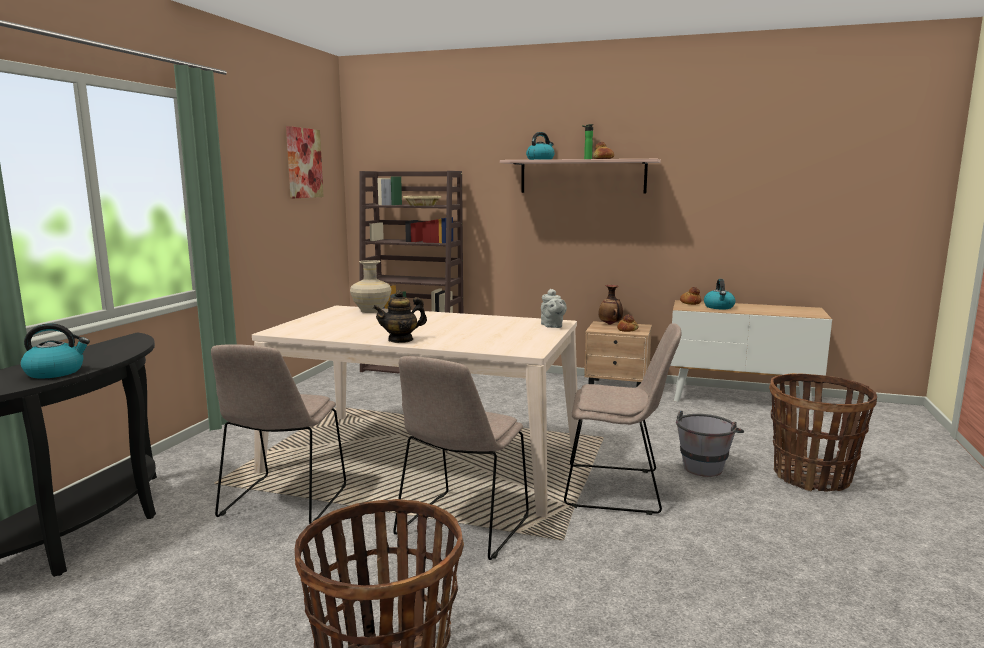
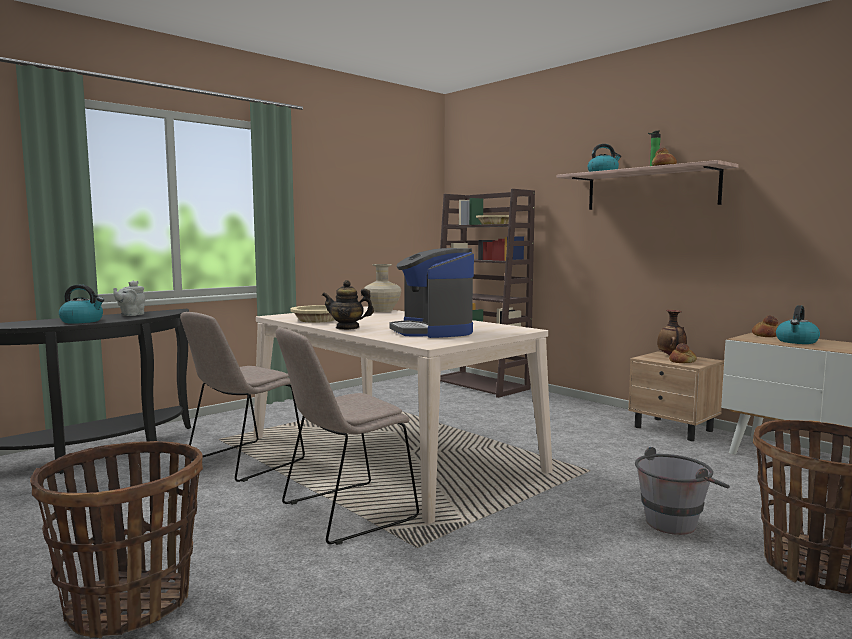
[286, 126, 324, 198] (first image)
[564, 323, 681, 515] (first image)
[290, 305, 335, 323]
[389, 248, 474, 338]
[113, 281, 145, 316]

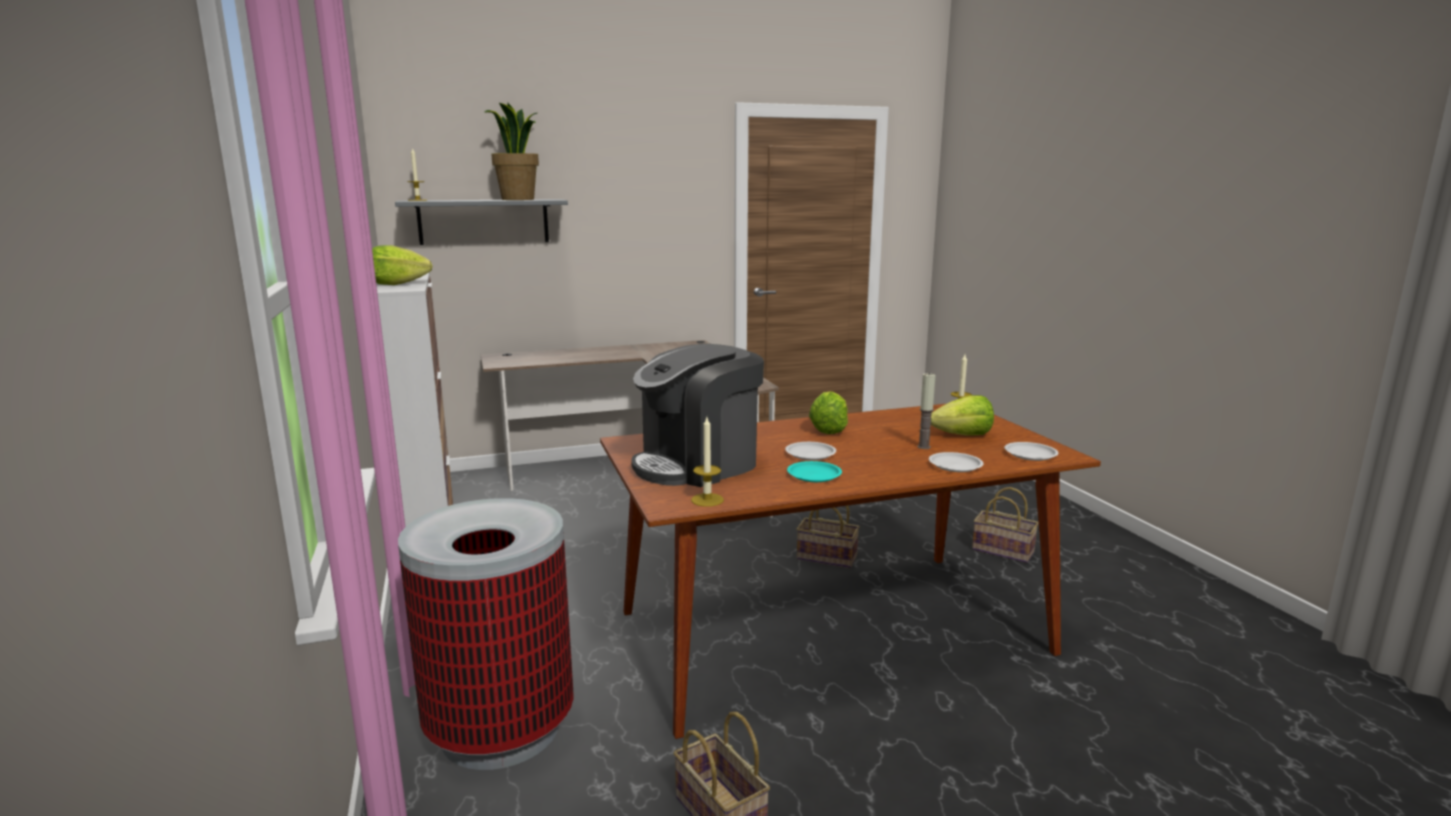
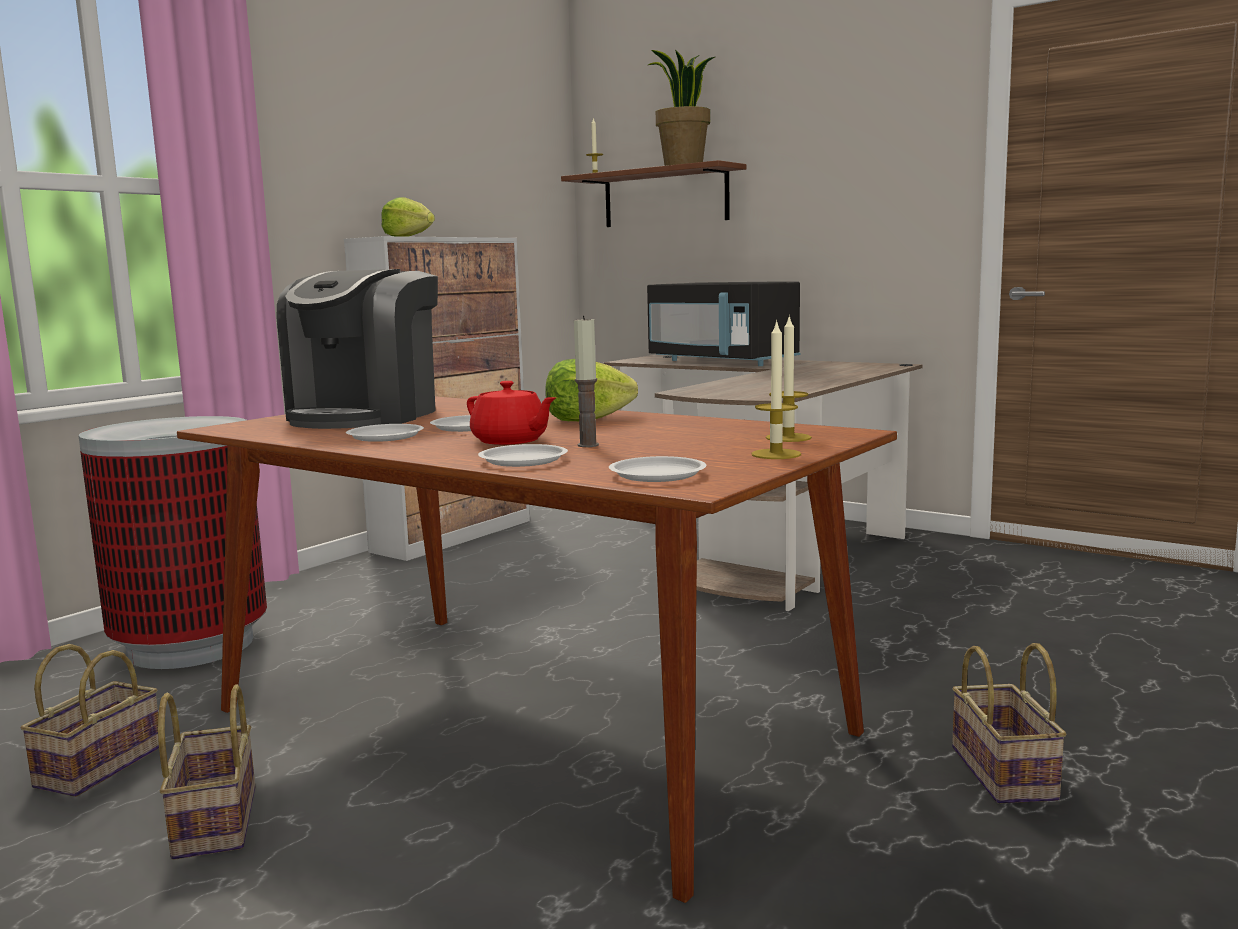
[931, 395, 994, 436] (first image)
[467, 381, 556, 445]
[647, 282, 800, 366]
[751, 320, 801, 459]
[158, 684, 255, 860]
[561, 160, 746, 227]
[346, 424, 424, 442]
[277, 269, 438, 429]

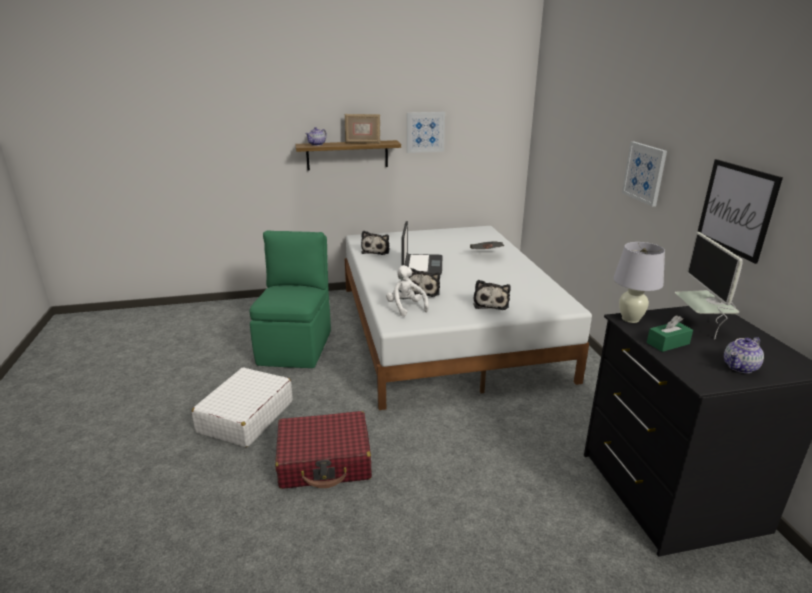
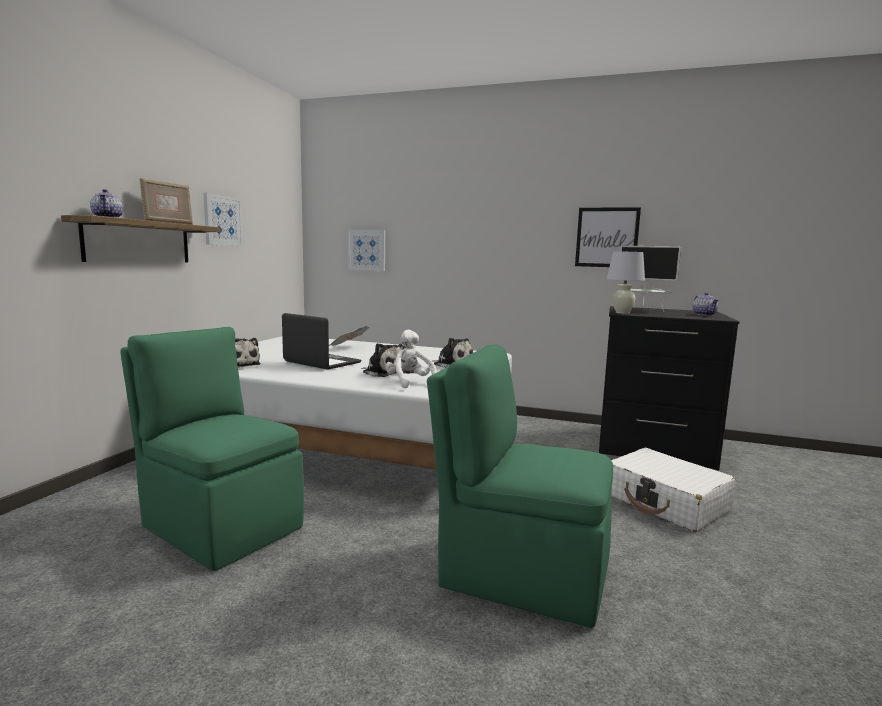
[647, 315, 693, 352] (first image)
[611, 448, 736, 532]
[348, 230, 385, 271]
[427, 345, 613, 628]
[385, 330, 437, 388]

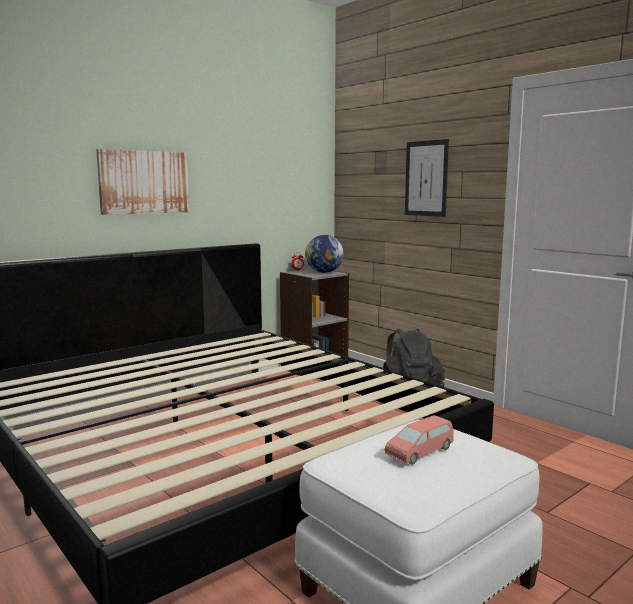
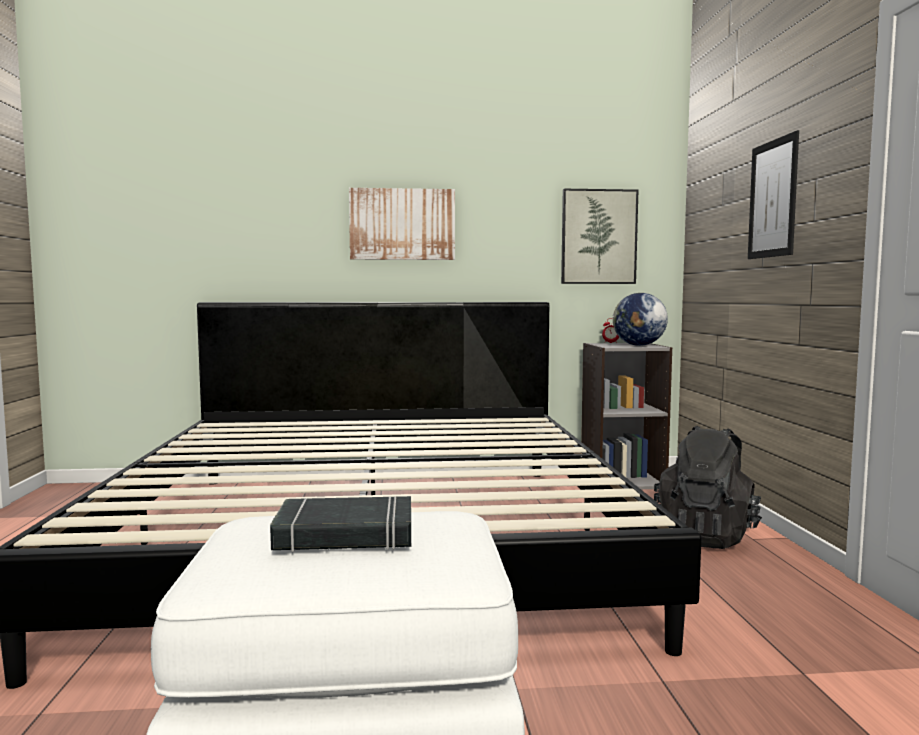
[561, 189, 638, 284]
[270, 496, 411, 552]

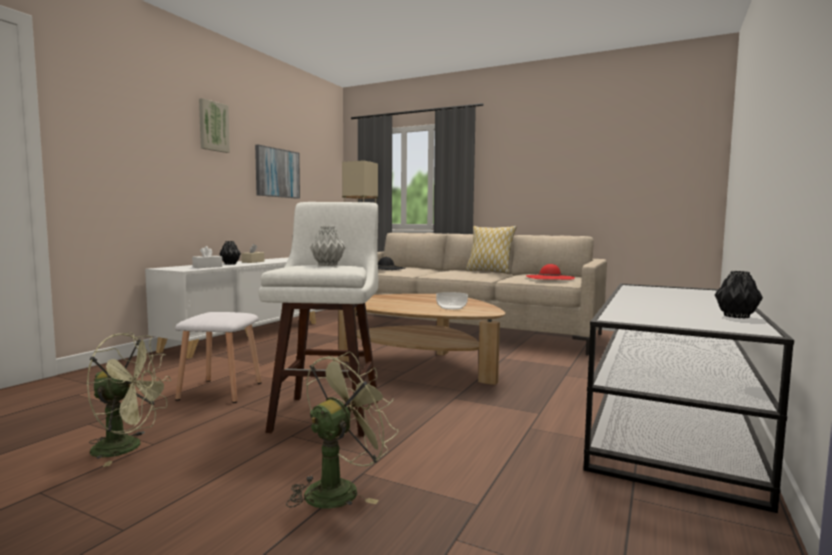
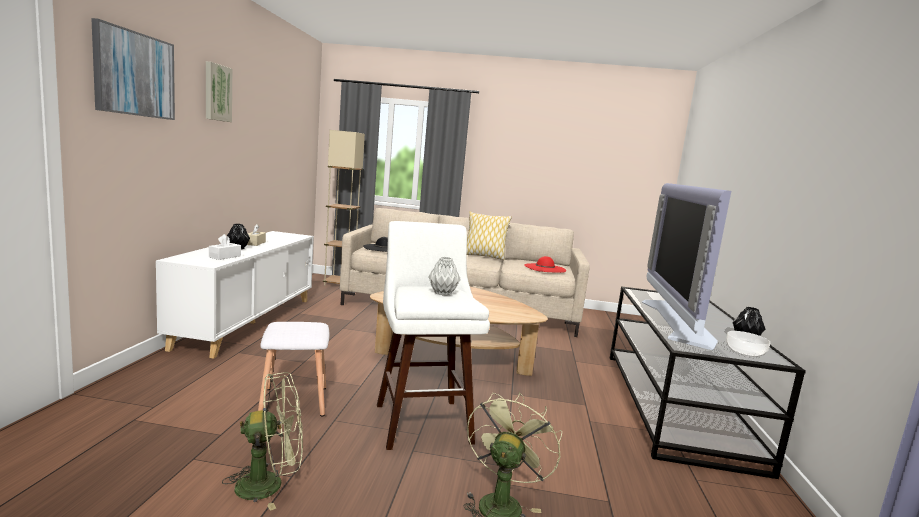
[642, 183, 731, 350]
[91, 18, 175, 120]
[726, 331, 770, 358]

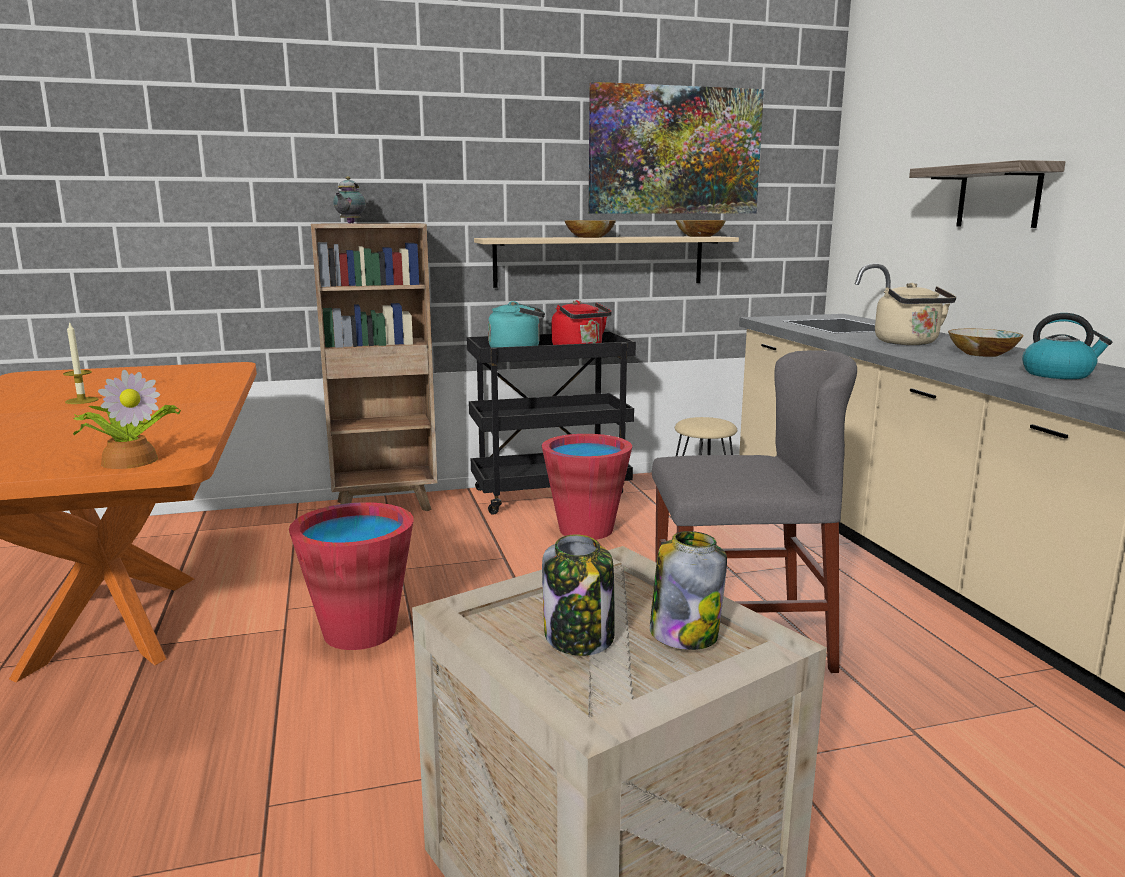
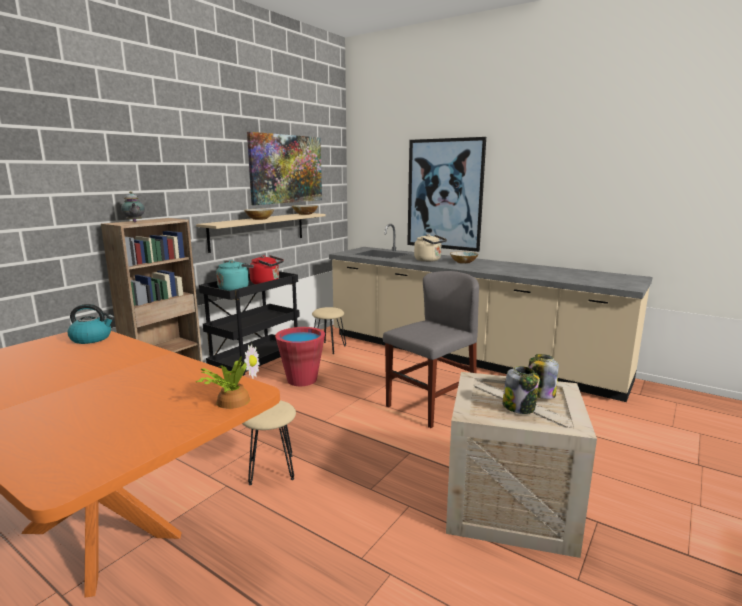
[63, 321, 99, 404] (first image)
[68, 304, 115, 344]
[242, 401, 296, 485]
[407, 137, 486, 252]

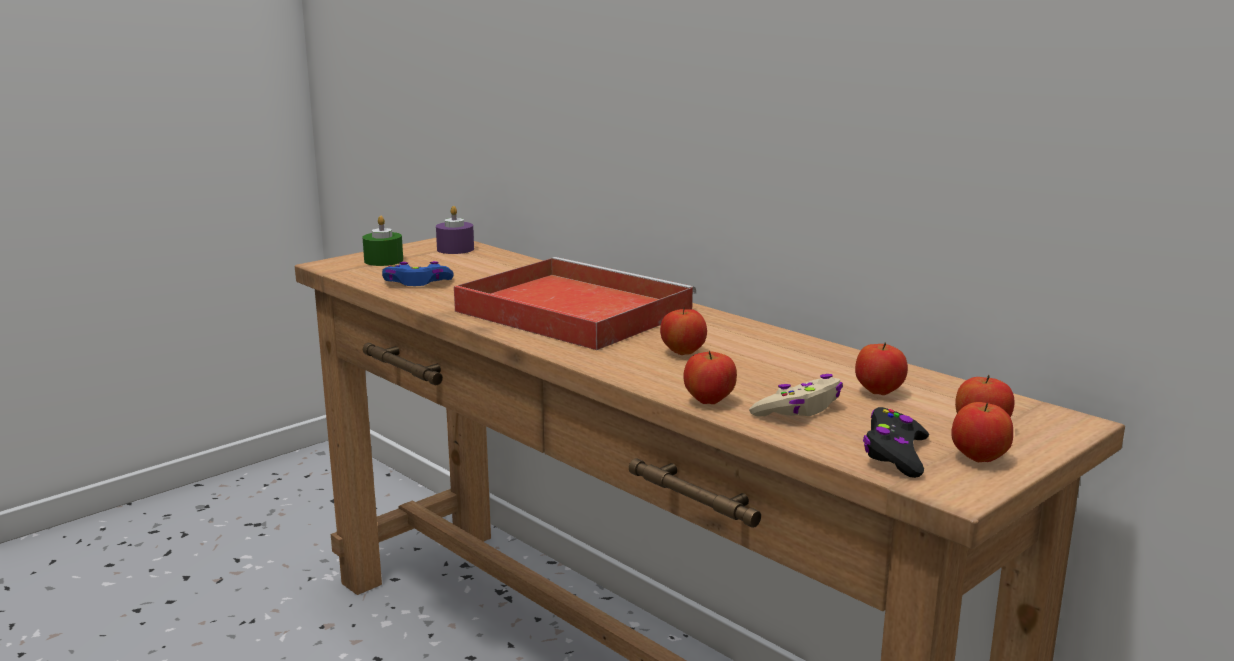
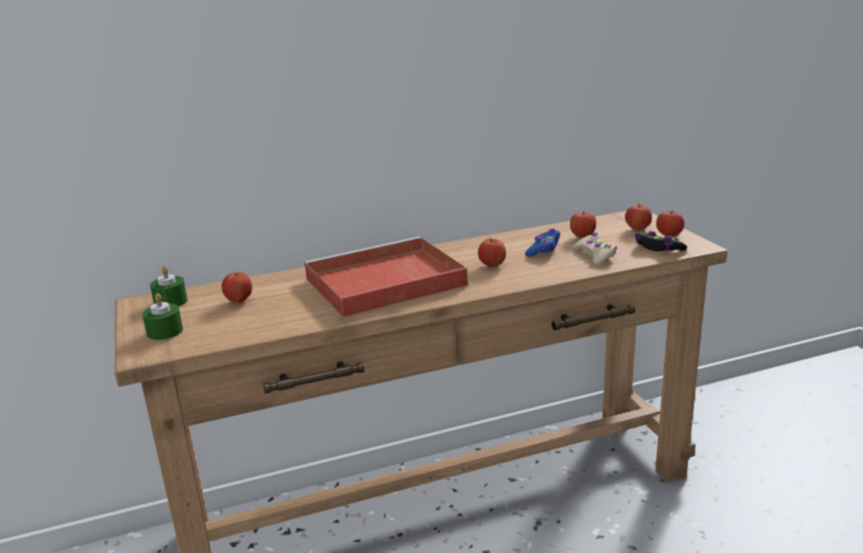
[525, 228, 560, 257]
[222, 272, 252, 303]
[150, 266, 188, 306]

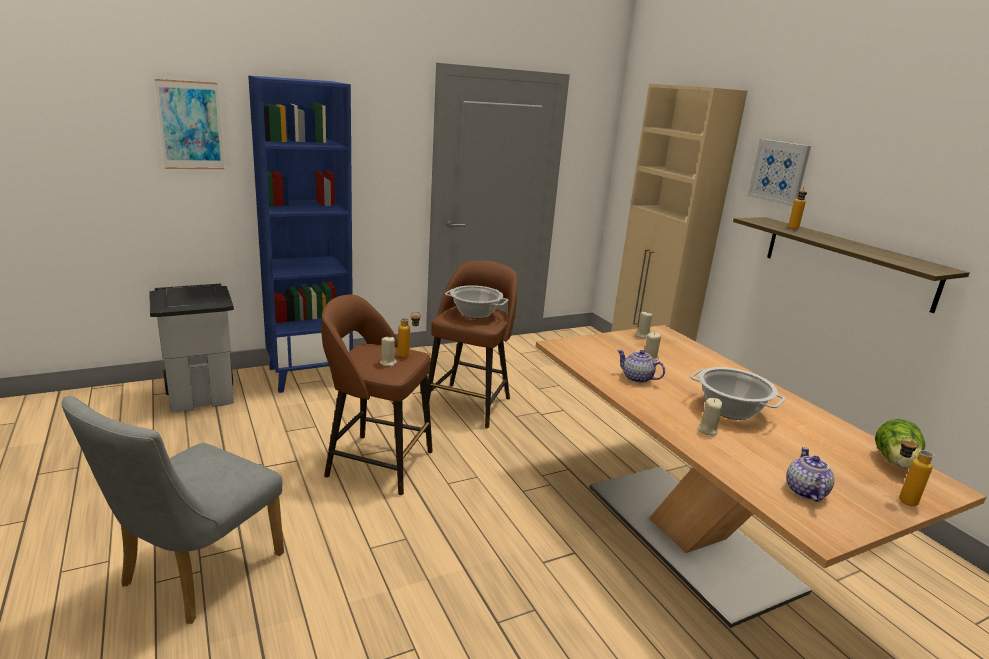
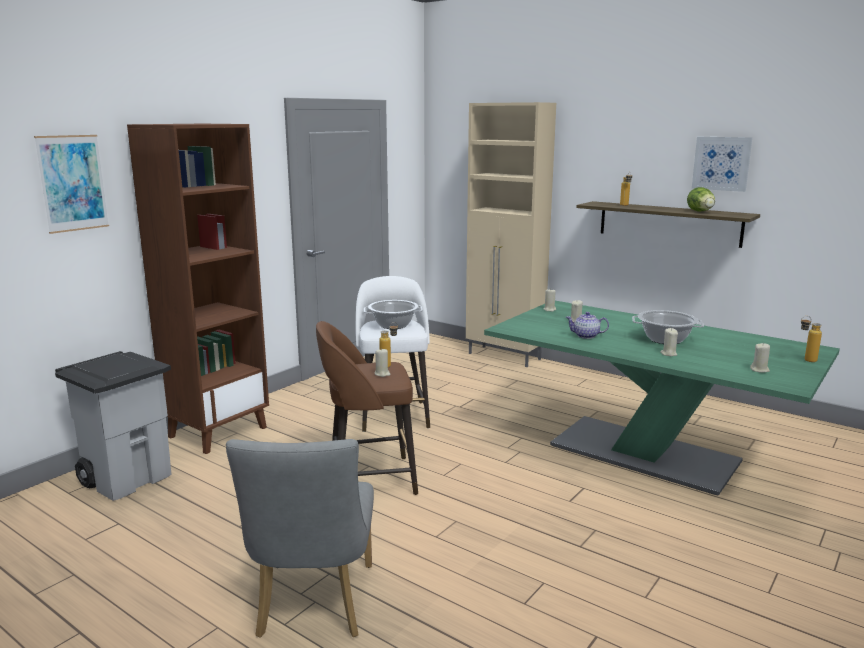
[692, 137, 752, 192]
[687, 187, 715, 211]
[750, 343, 770, 373]
[127, 124, 269, 454]
[356, 276, 430, 432]
[484, 301, 840, 495]

